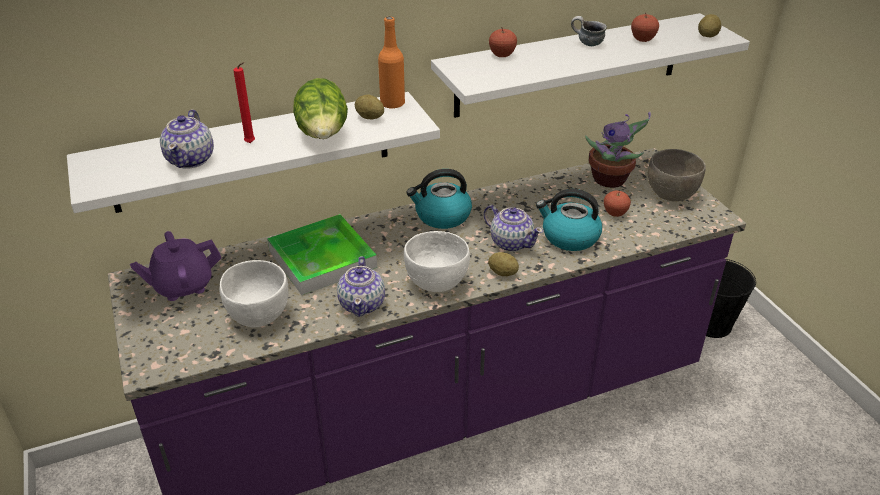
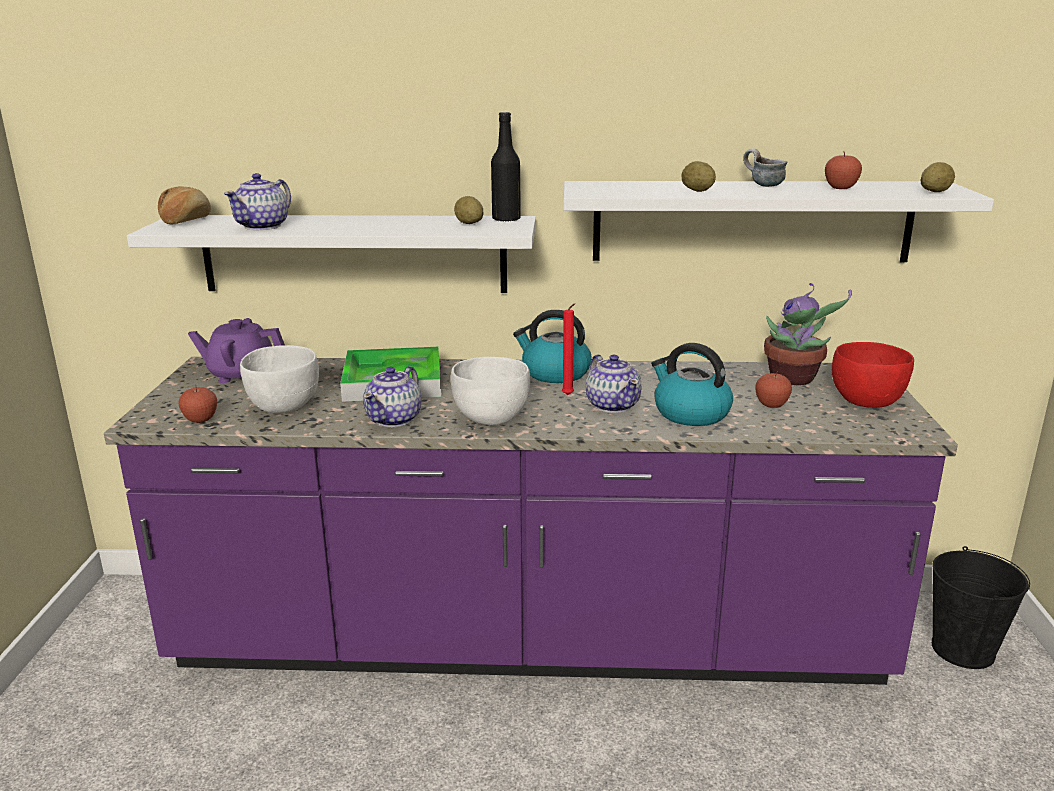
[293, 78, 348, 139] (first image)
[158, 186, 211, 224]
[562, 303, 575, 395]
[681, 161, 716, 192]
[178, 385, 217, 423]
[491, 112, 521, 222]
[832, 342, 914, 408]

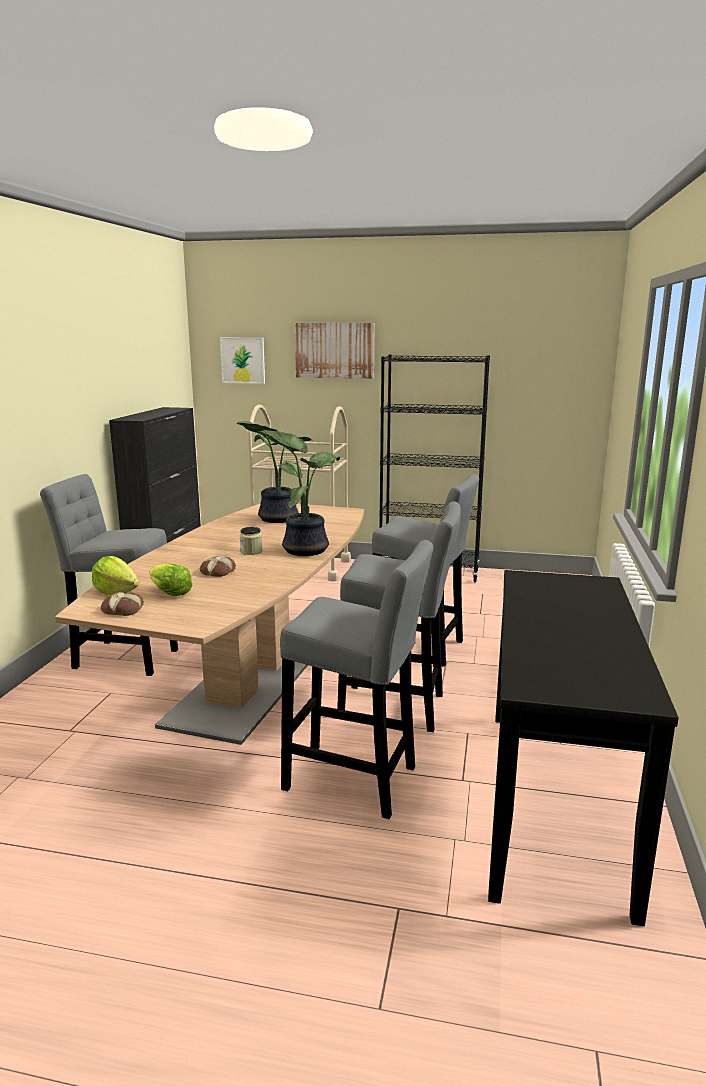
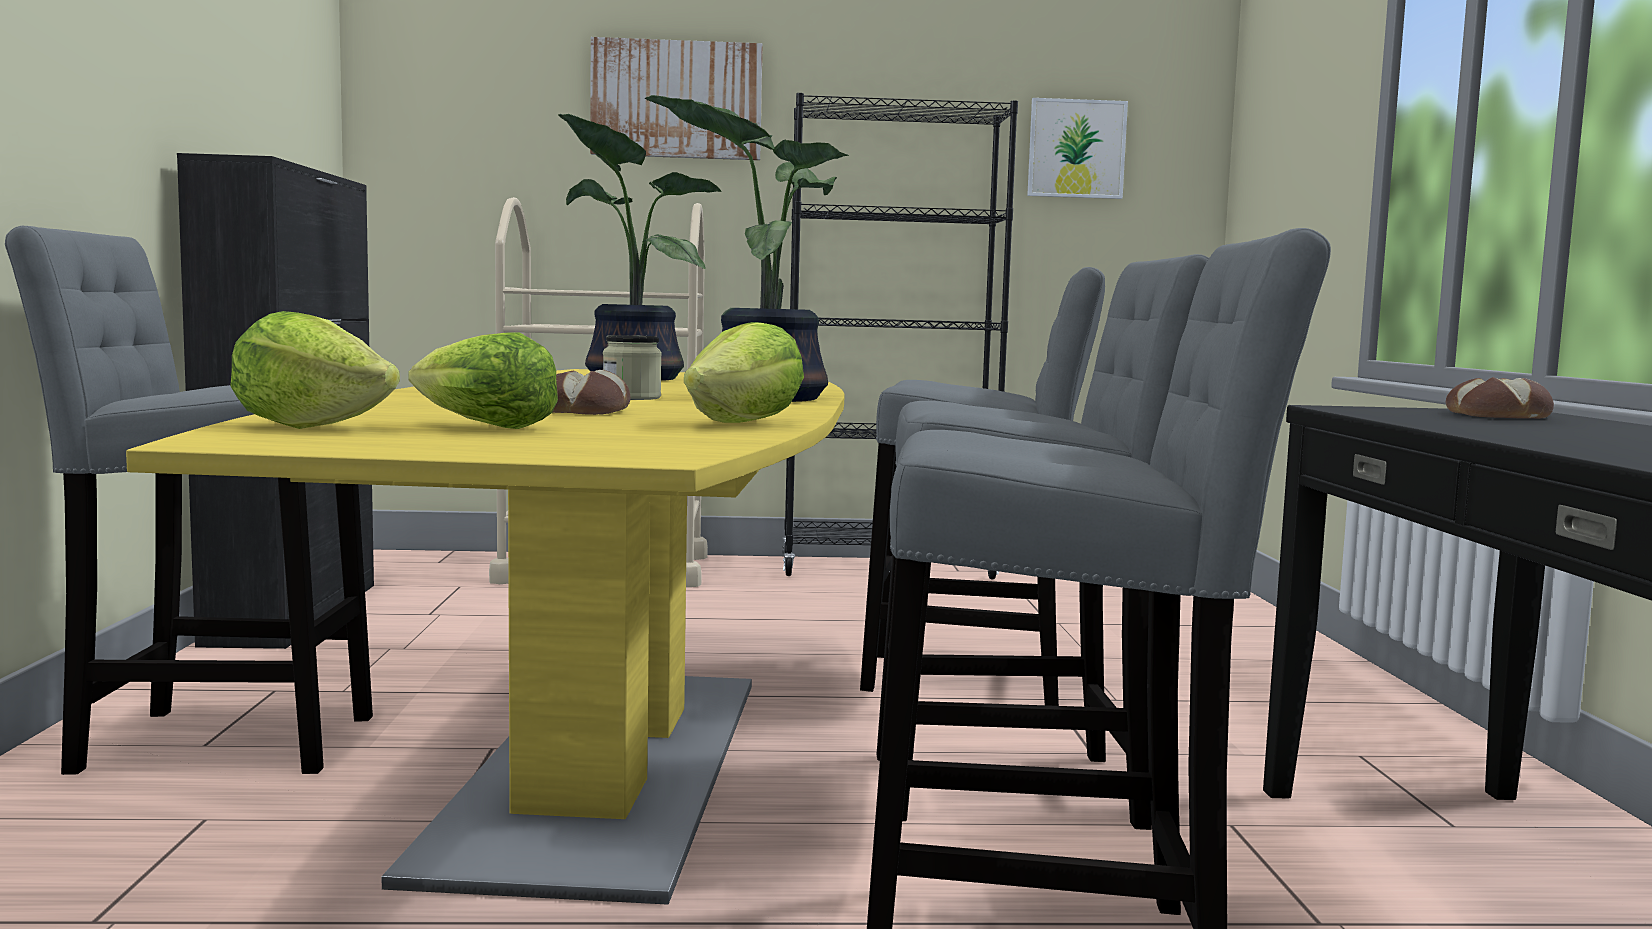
[684, 322, 804, 423]
[1446, 377, 1554, 419]
[1027, 98, 1128, 199]
[126, 369, 845, 905]

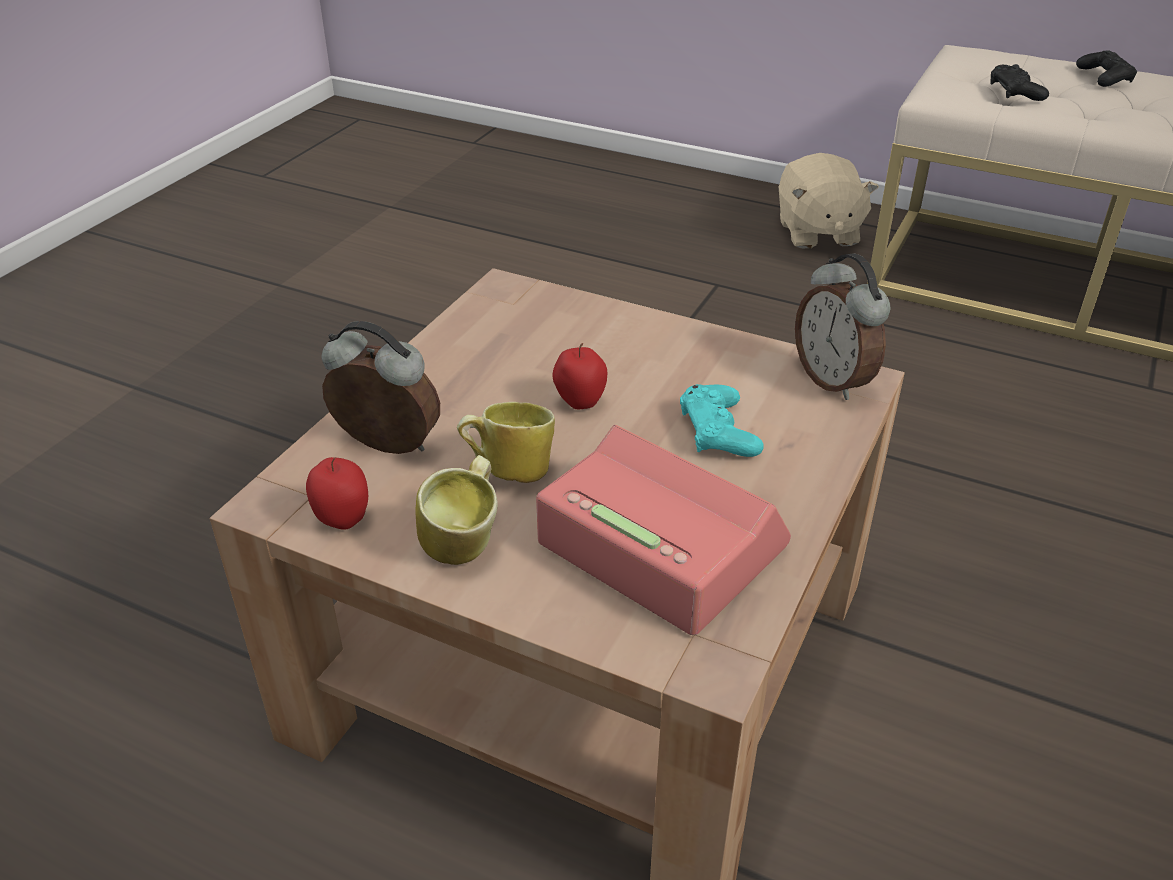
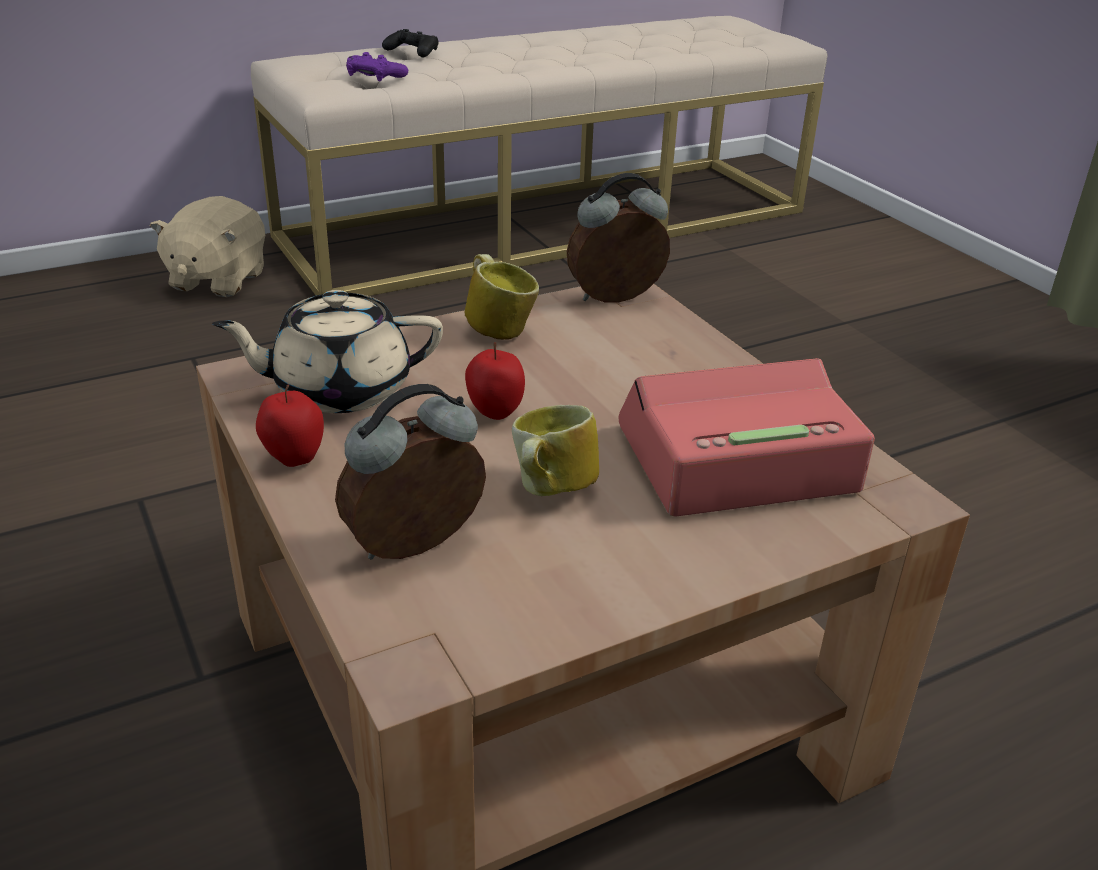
[680, 384, 763, 457] (first image)
[212, 290, 443, 413]
[256, 385, 324, 467]
[465, 254, 539, 340]
[346, 52, 408, 81]
[150, 196, 265, 297]
[567, 173, 670, 303]

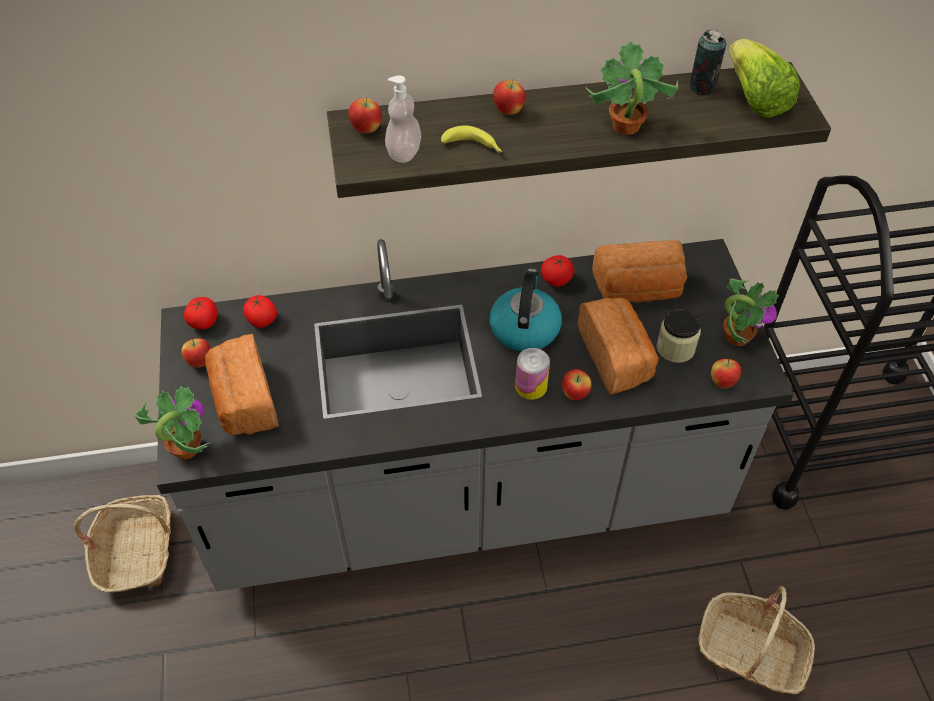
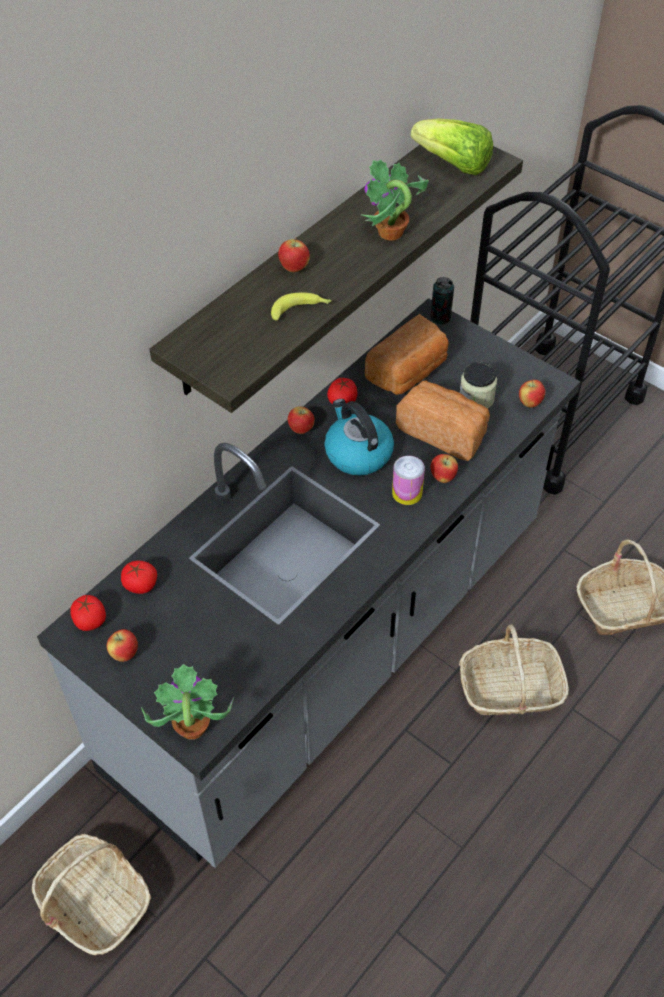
[205, 334, 279, 435] (first image)
[385, 76, 421, 163] (first image)
[723, 278, 779, 346] (first image)
[459, 624, 569, 715]
[288, 406, 315, 434]
[431, 277, 454, 325]

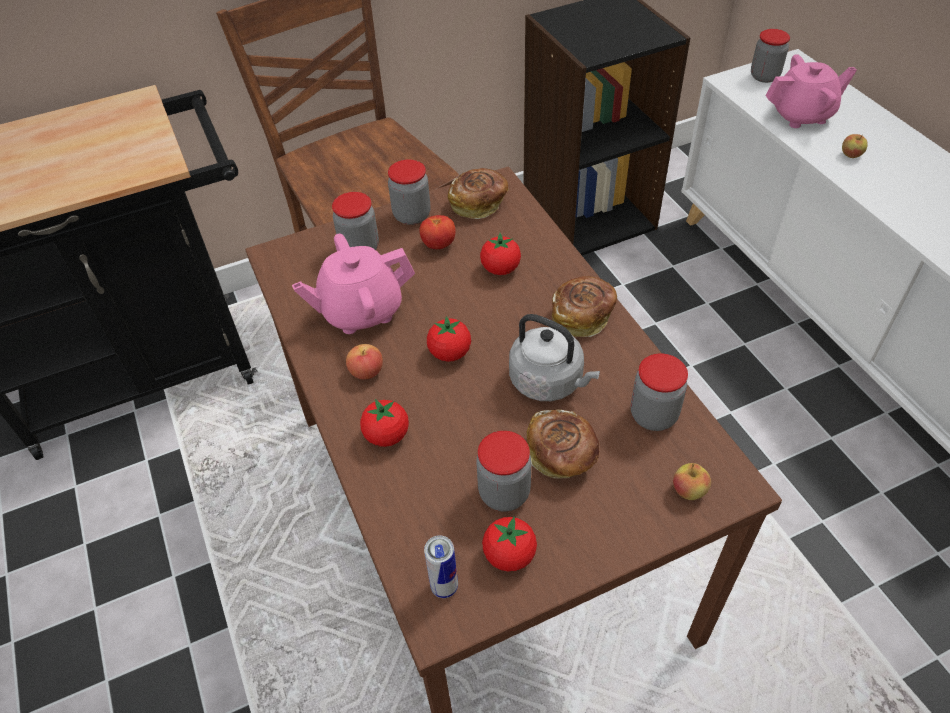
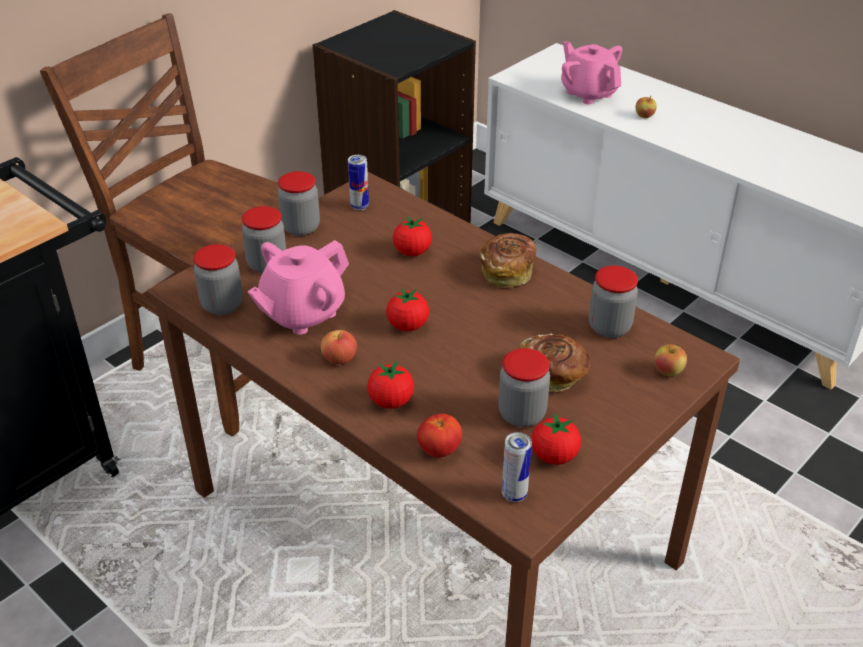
[509, 314, 600, 401] (first image)
[417, 414, 462, 457]
[193, 244, 243, 315]
[348, 155, 369, 210]
[561, 41, 622, 104]

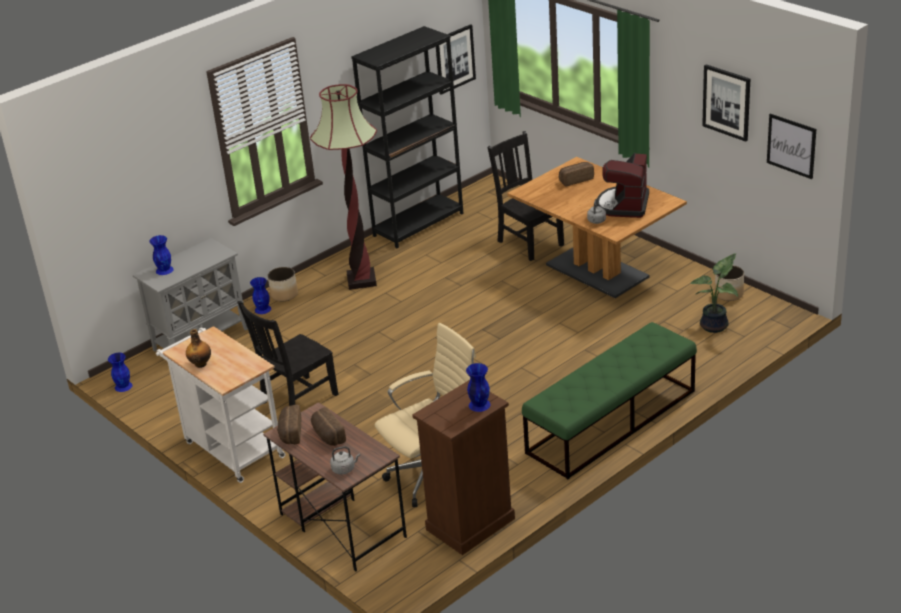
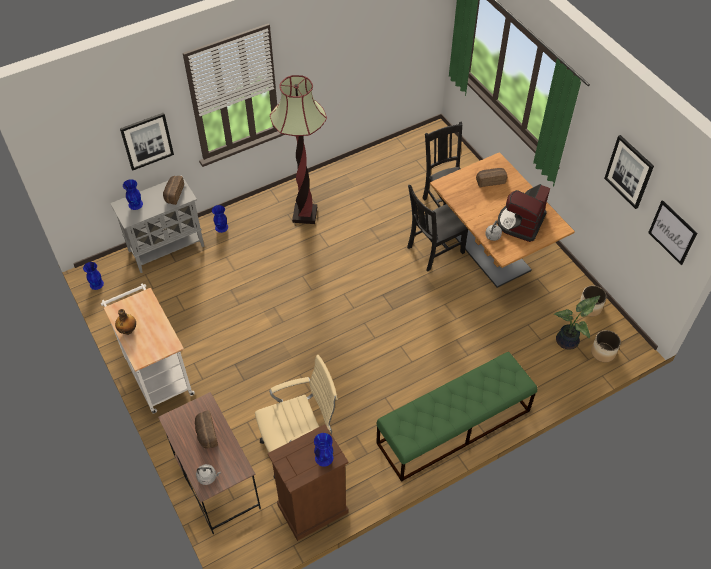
[351, 26, 464, 248] (first image)
[407, 185, 468, 272]
[591, 330, 621, 362]
[163, 176, 184, 205]
[120, 113, 174, 171]

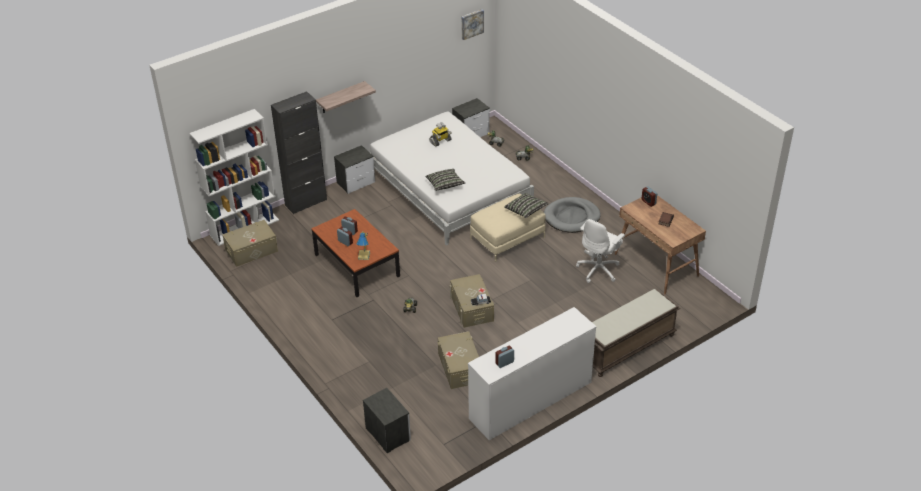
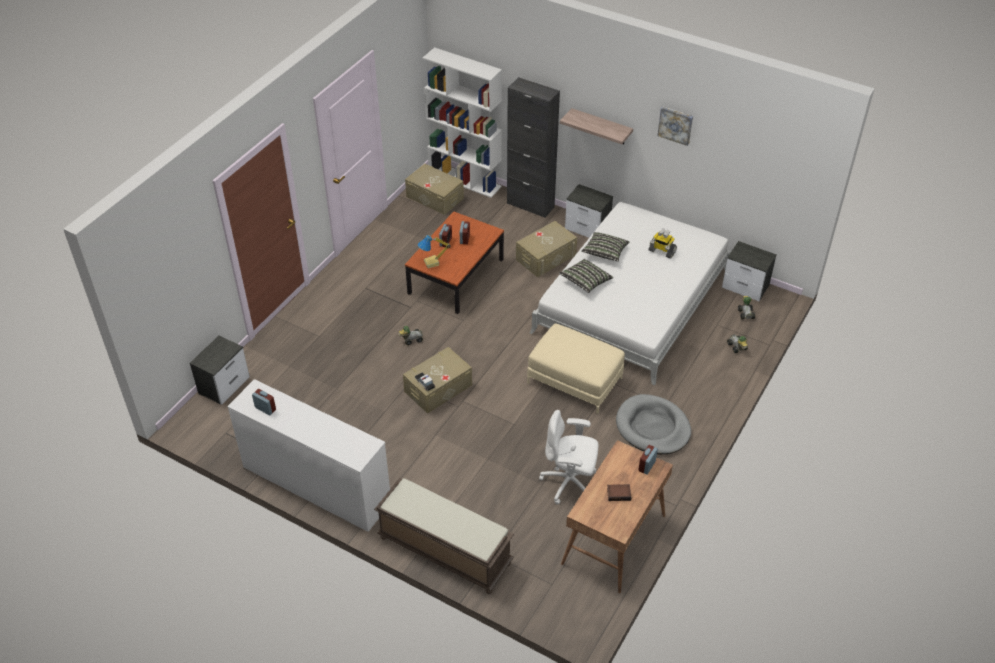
[516, 221, 577, 277]
[657, 106, 693, 146]
[581, 232, 630, 262]

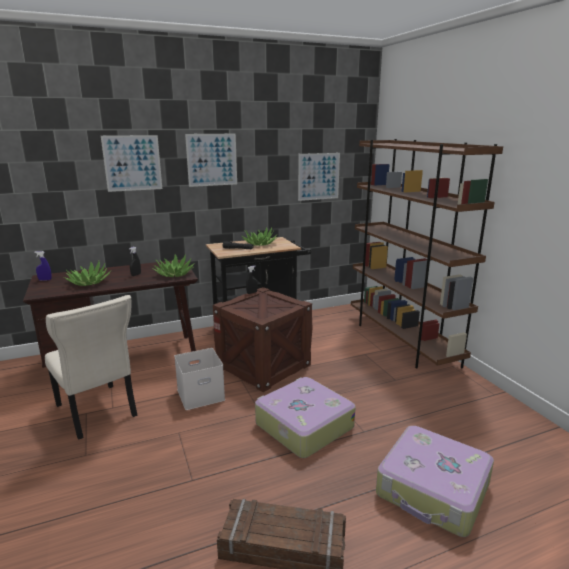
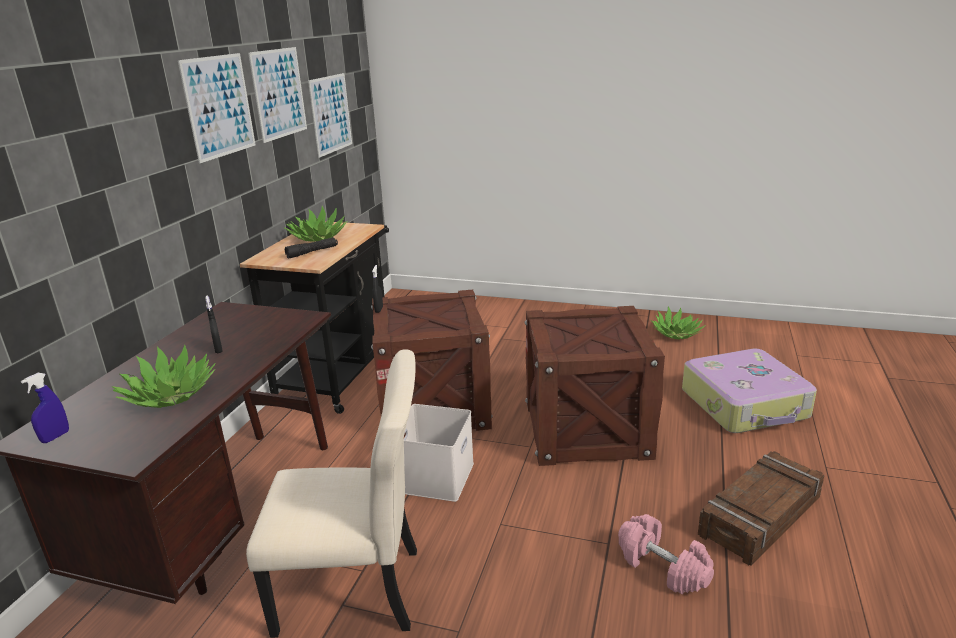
[351, 139, 503, 368] (first image)
[618, 514, 714, 594]
[248, 47, 307, 143]
[651, 306, 706, 340]
[524, 306, 665, 466]

